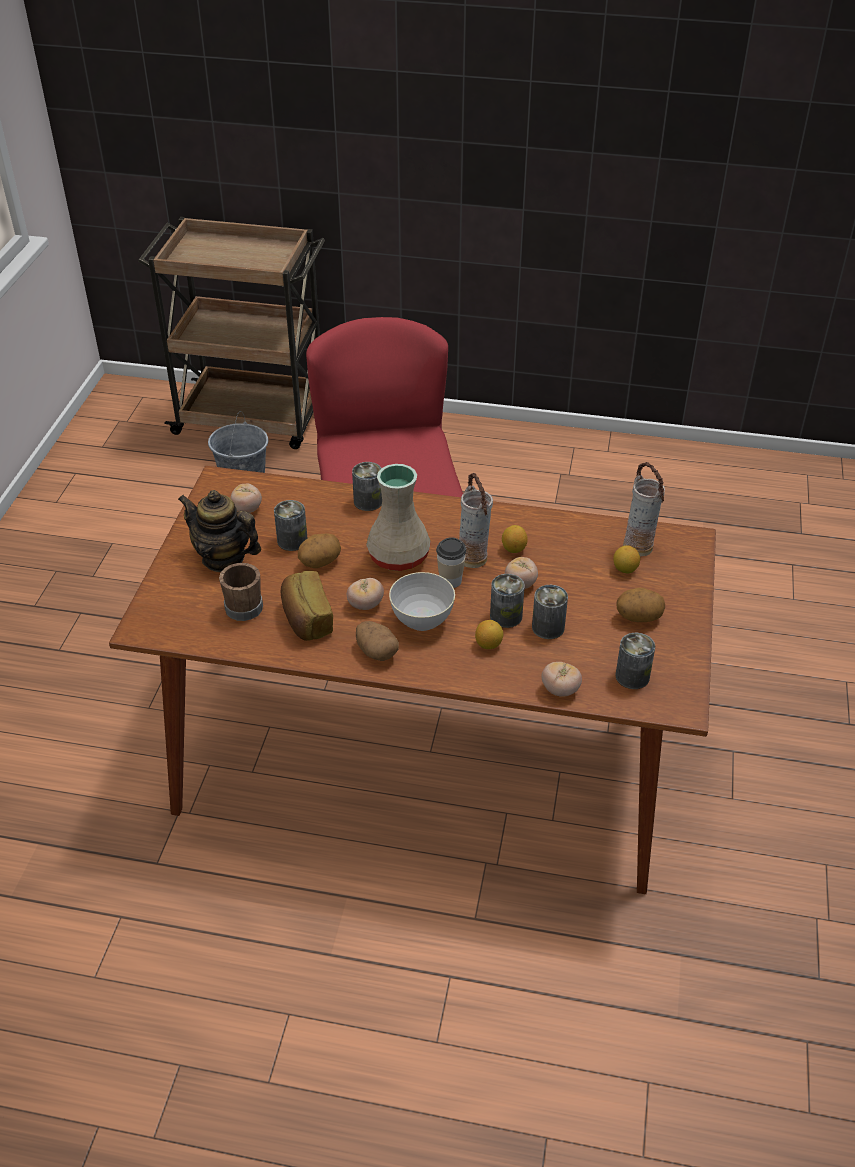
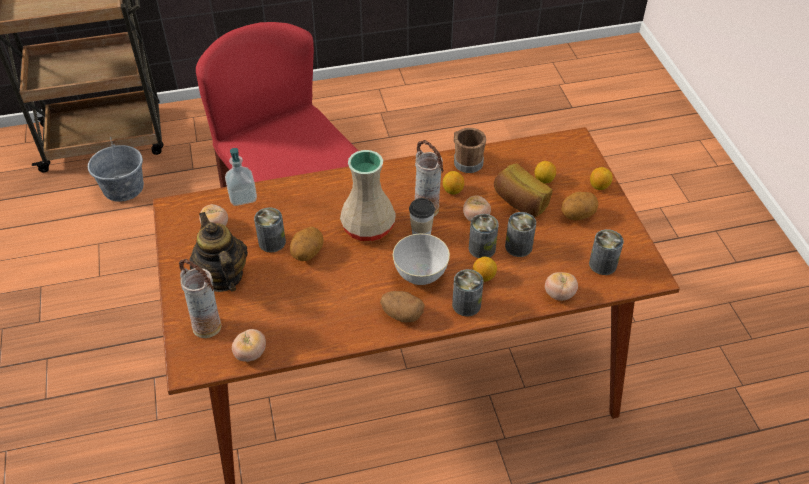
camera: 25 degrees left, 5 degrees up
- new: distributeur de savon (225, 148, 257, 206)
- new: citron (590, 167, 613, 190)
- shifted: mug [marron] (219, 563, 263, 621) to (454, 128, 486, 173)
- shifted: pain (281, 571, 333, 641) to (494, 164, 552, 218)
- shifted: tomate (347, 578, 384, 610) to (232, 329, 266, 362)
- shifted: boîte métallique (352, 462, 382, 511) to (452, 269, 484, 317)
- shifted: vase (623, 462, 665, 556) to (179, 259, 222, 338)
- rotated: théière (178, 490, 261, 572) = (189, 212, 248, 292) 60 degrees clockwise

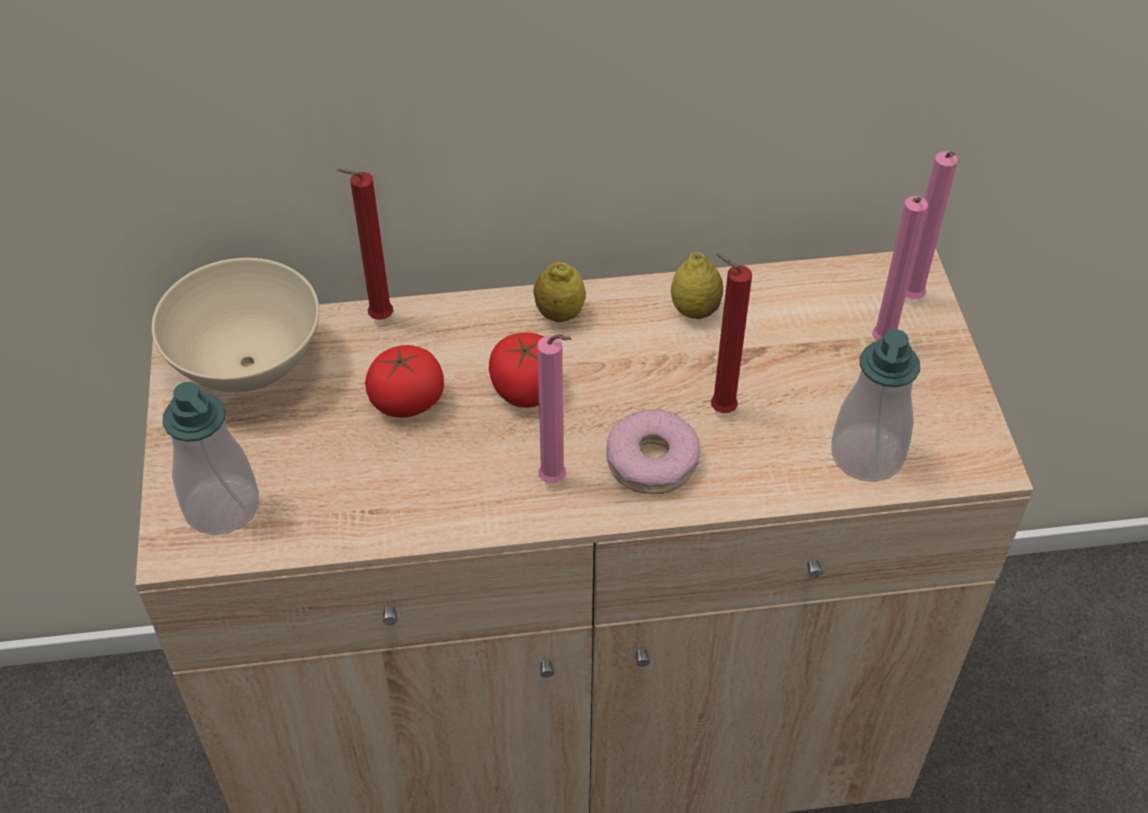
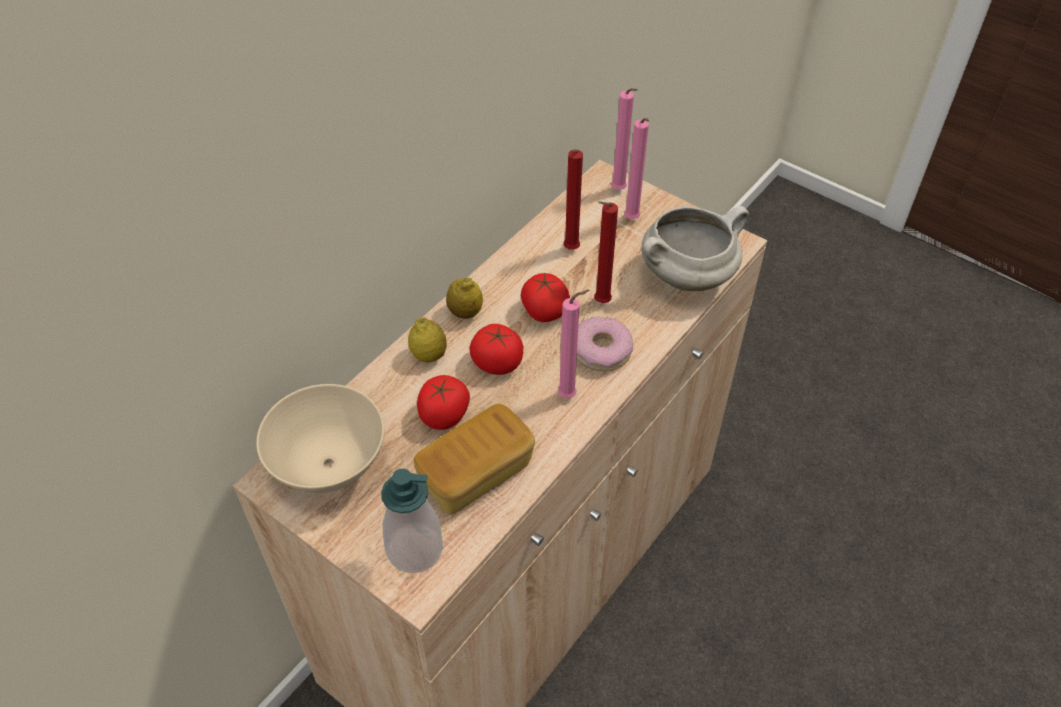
camera: 45 degrees left, 0 degrees up
- new: pain (414, 403, 535, 515)
- new: tomate (521, 273, 570, 322)
- shifted: bougie [rouge] (337, 168, 393, 320) to (563, 149, 583, 250)
- shifted: citron (671, 252, 723, 319) to (408, 317, 447, 362)
- swapped: distributeur de savon (831, 329, 920, 482) to marmite [blanc] (641, 206, 749, 291)

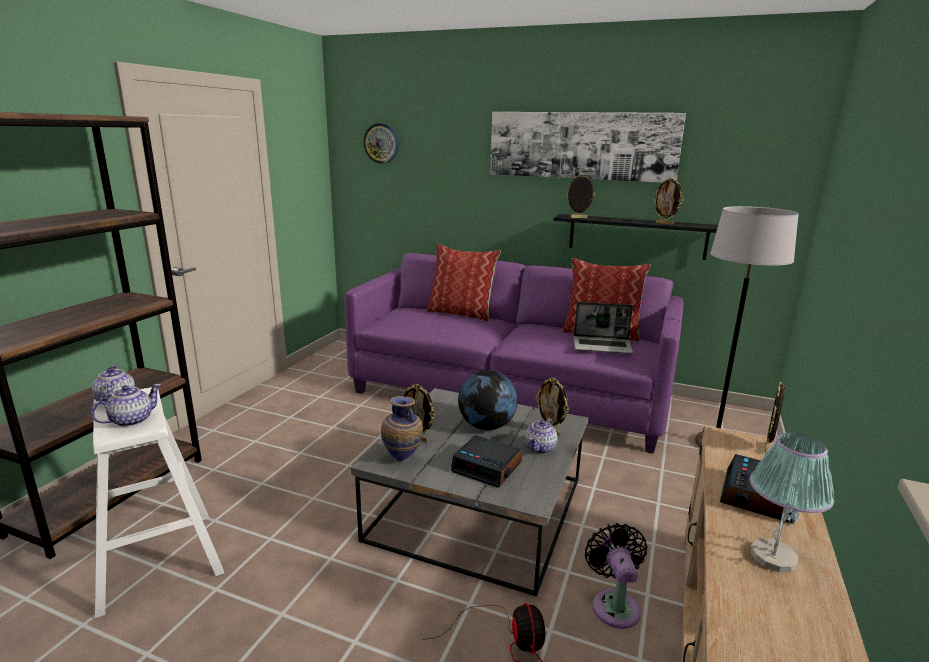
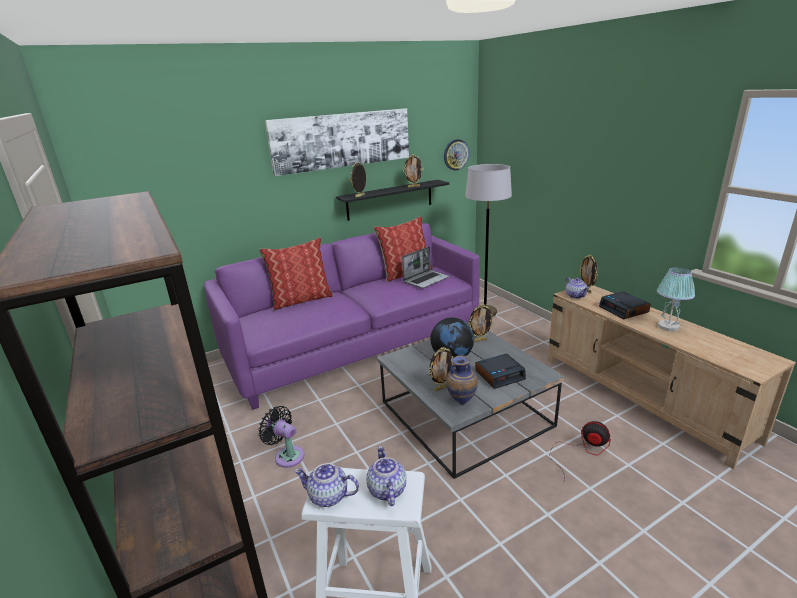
camera: 50 degrees left, 5 degrees up
- shifted: horloge murale (363, 123, 398, 164) to (444, 139, 469, 171)
- shifted: théière (525, 418, 557, 454) to (565, 277, 589, 299)
- shifted: ventilateur [noir] (585, 523, 647, 629) to (258, 406, 304, 468)

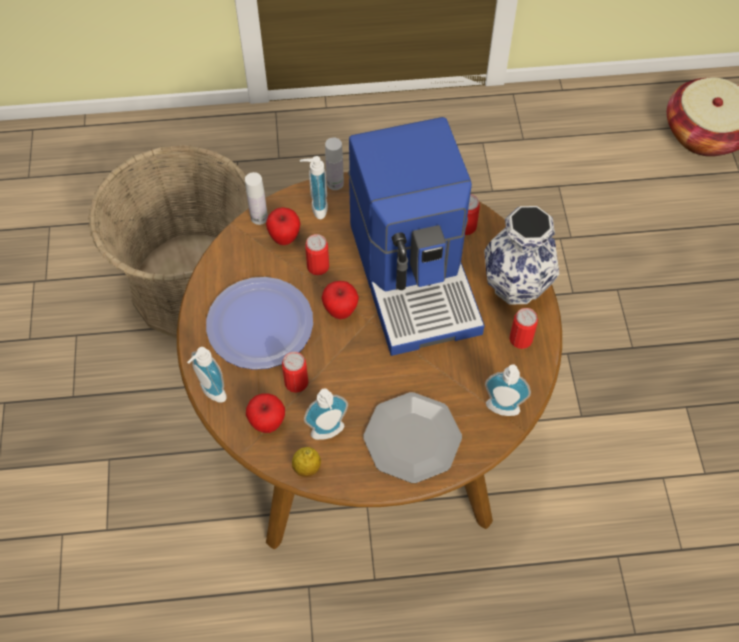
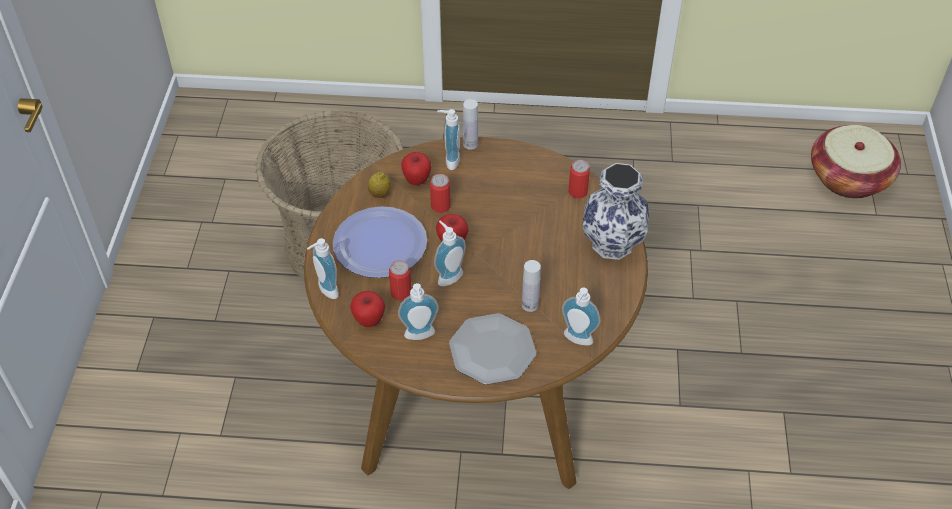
camera: 10 degrees right, 10 degrees down
- gone: machine à café (348, 117, 485, 356)
- gone: boîte métallique (509, 308, 538, 349)
- new: distributeur de savon (434, 221, 466, 286)
- shifted: bouteille [blanc] (245, 172, 268, 225) to (522, 260, 541, 312)
- shifted: citron (292, 447, 321, 477) to (368, 171, 391, 198)

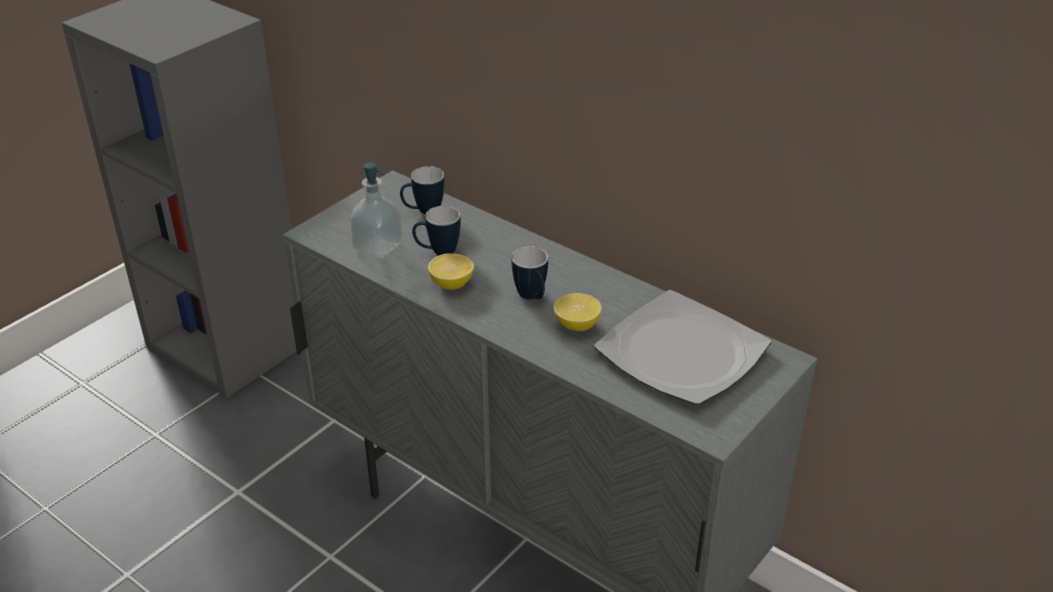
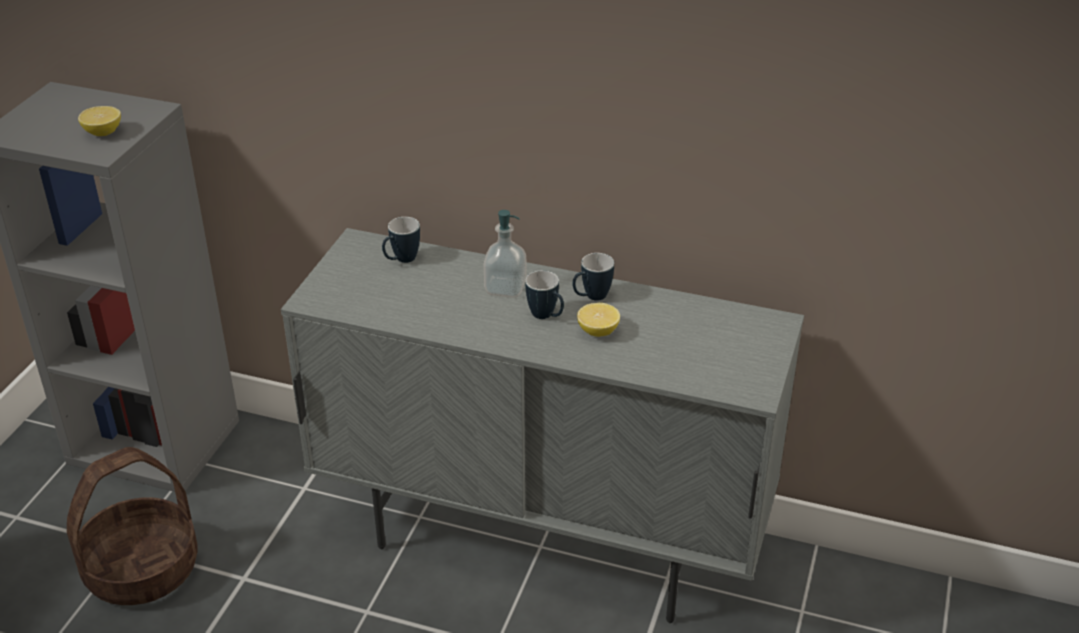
camera: 20 degrees left, 0 degrees up
- gone: assiette (594, 290, 771, 405)
- new: panier (67, 447, 197, 605)
- shifted: distributeur de savon (350, 162, 402, 258) to (484, 210, 527, 298)
- shifted: mug (412, 206, 461, 255) to (572, 253, 614, 301)
- shifted: citron (428, 253, 474, 290) to (78, 106, 121, 136)

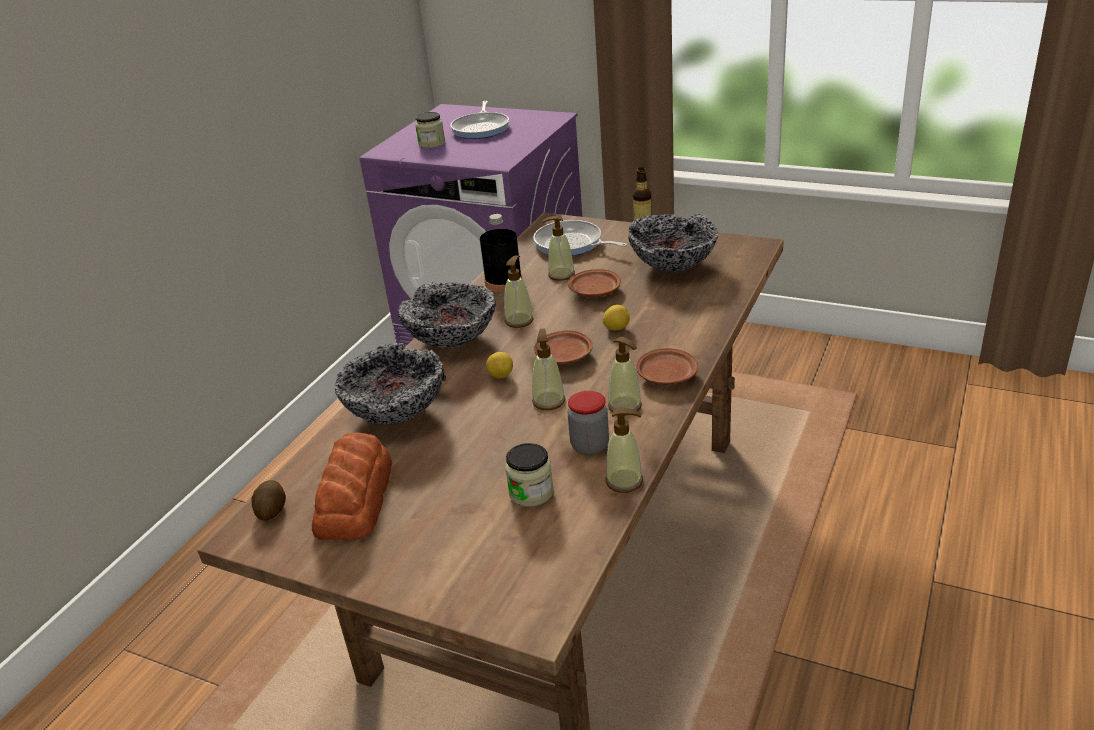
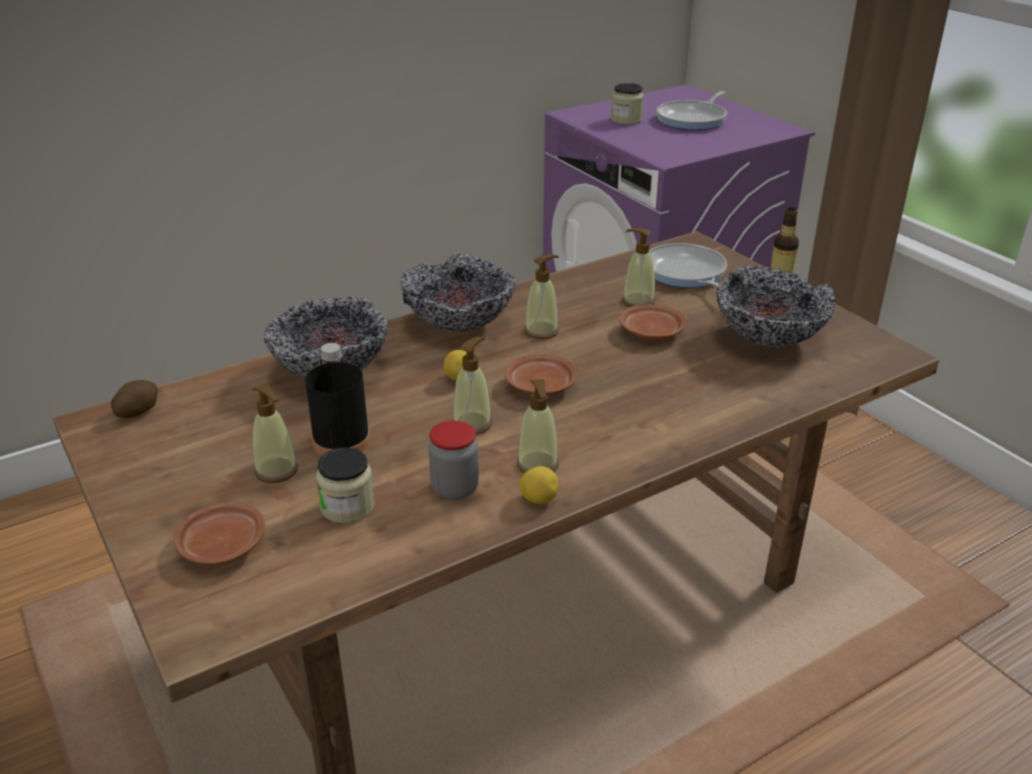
camera: 30 degrees right, 0 degrees up
- gone: pain (312, 433, 392, 540)
- shifted: bouteille [noir] (480, 214, 522, 292) to (305, 343, 370, 456)
- shifted: citron (603, 305, 630, 331) to (519, 466, 559, 504)
- shifted: distributeur de savon (606, 407, 643, 493) to (252, 384, 298, 483)
- shifted: assiette [marron] (636, 348, 698, 385) to (173, 502, 265, 565)

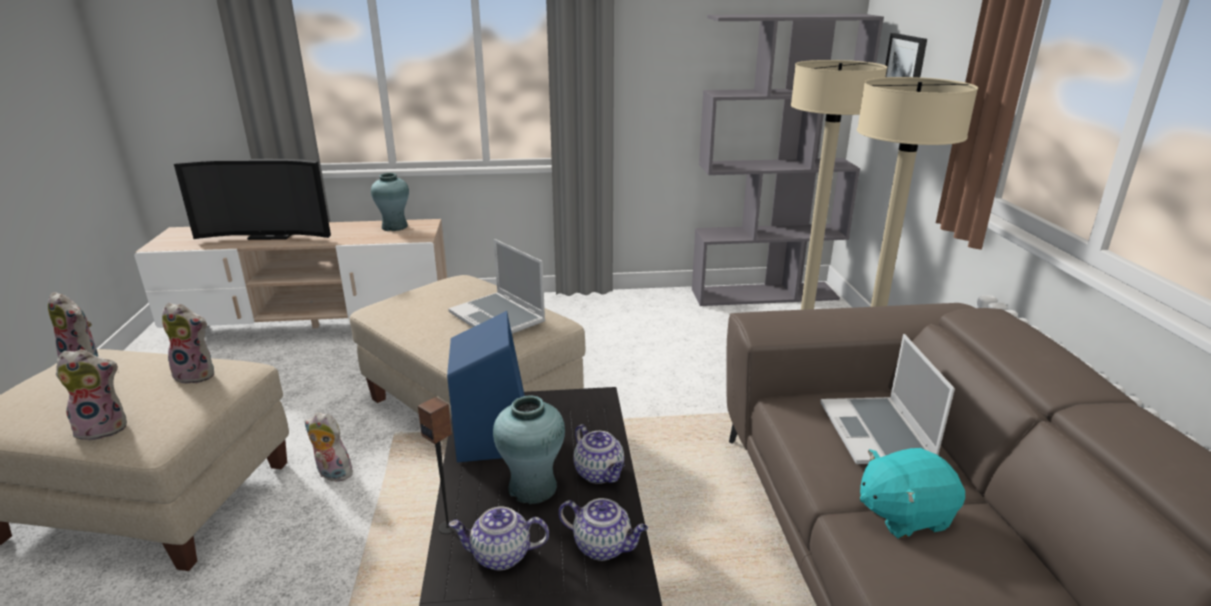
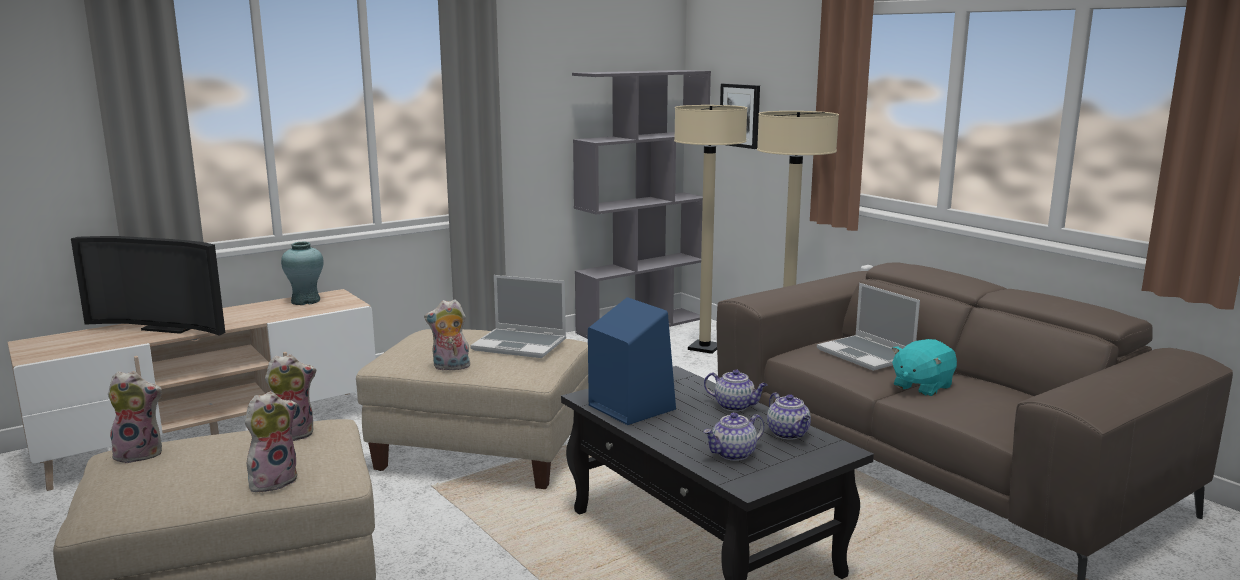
camera: 30 degrees left, 10 degrees down
- gone: enceinte (418, 397, 456, 534)
- gone: vase [turquoise] (493, 395, 565, 504)
- shifted: peluche (305, 412, 353, 482) to (424, 299, 470, 371)
- rotated: téléviseur (174, 159, 331, 240) = (71, 236, 225, 336) 45 degrees clockwise
- rotated: théière (559, 498, 648, 561) = (767, 392, 811, 440) 75 degrees clockwise

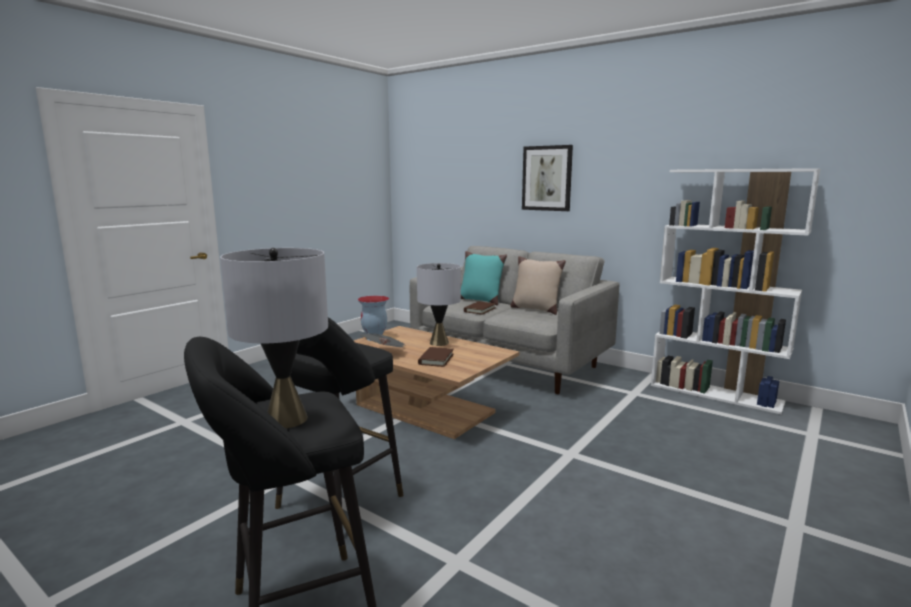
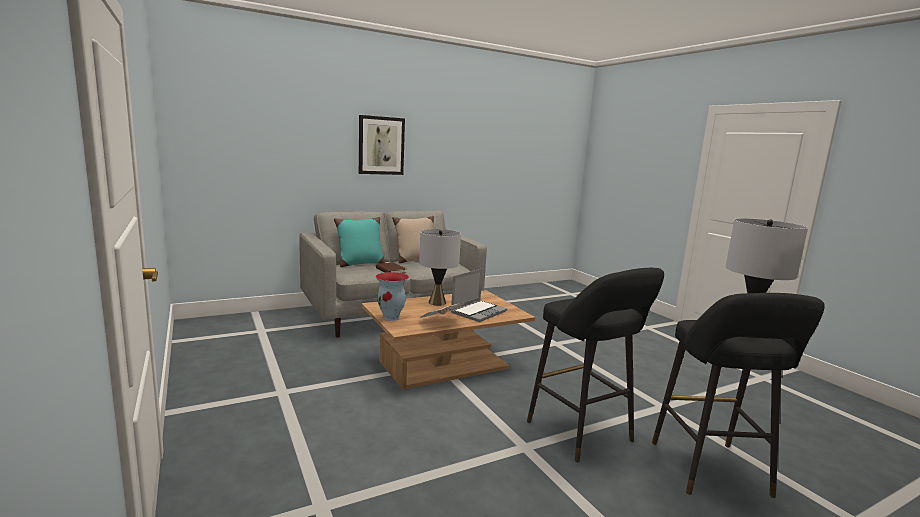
camera: 65 degrees left, 0 degrees up
- gone: bibliothèque [blanc] (651, 168, 821, 414)
- swapped: livre [marron] (418, 347, 454, 367) to ordinateur portable (451, 268, 507, 322)

